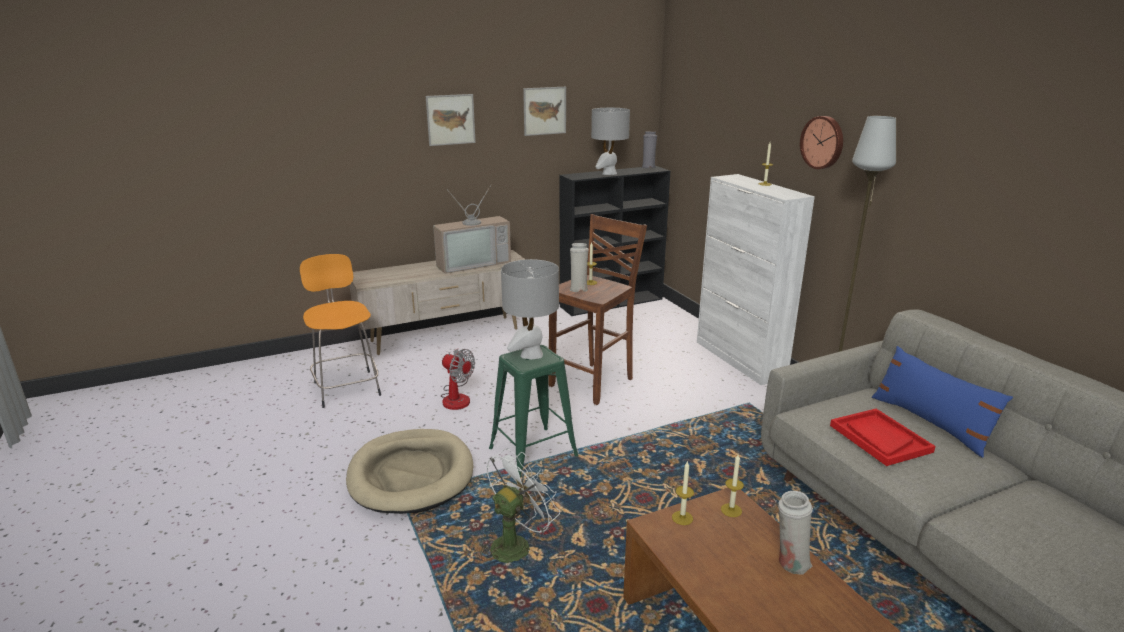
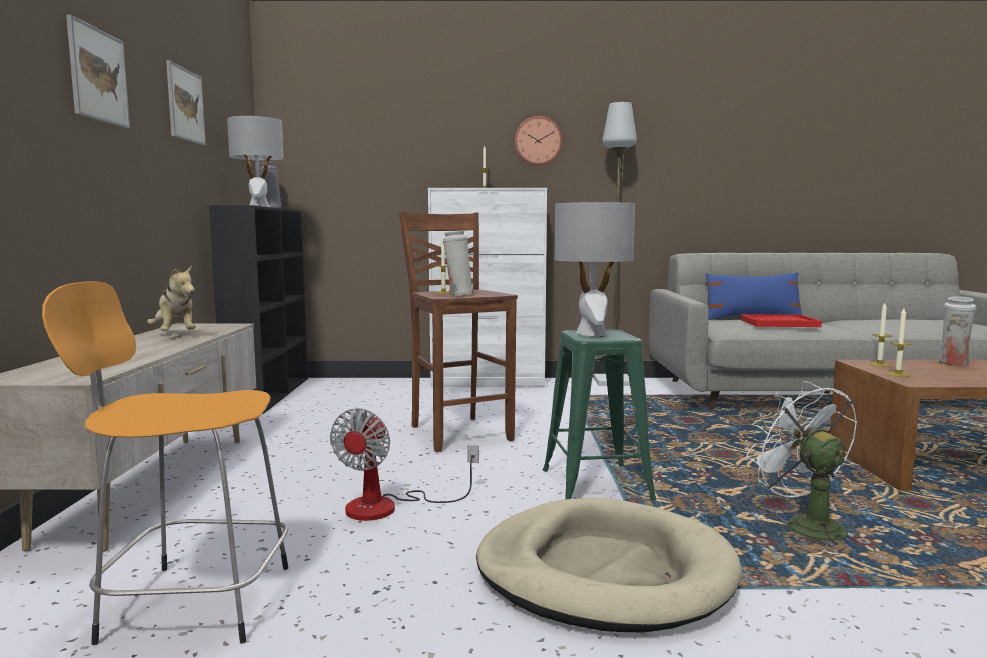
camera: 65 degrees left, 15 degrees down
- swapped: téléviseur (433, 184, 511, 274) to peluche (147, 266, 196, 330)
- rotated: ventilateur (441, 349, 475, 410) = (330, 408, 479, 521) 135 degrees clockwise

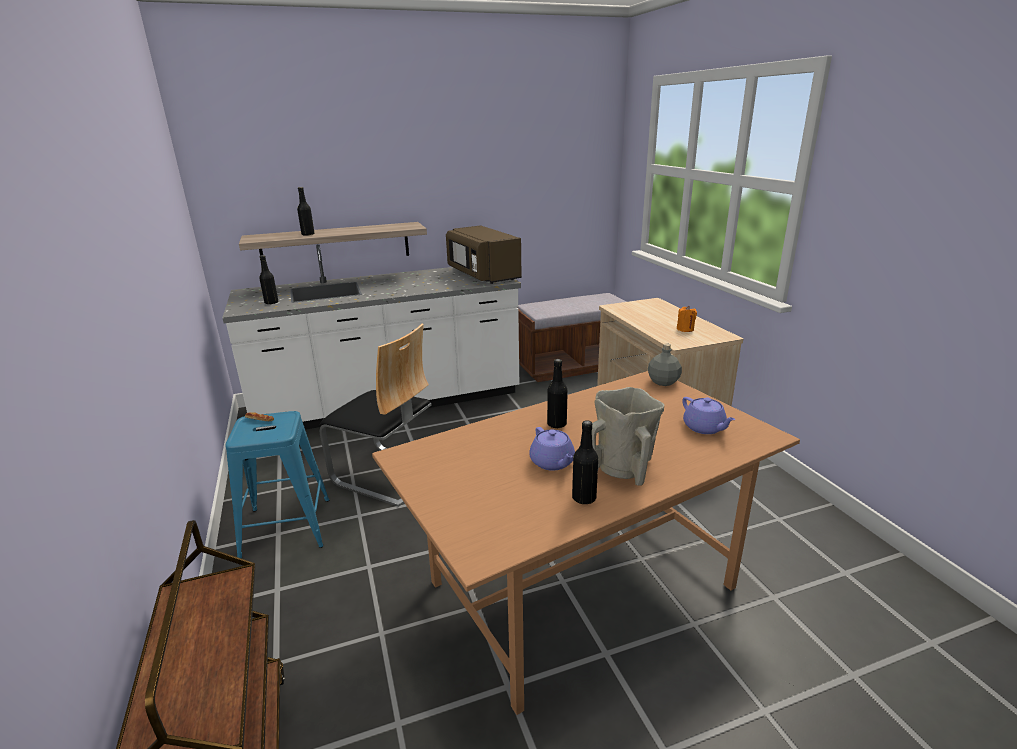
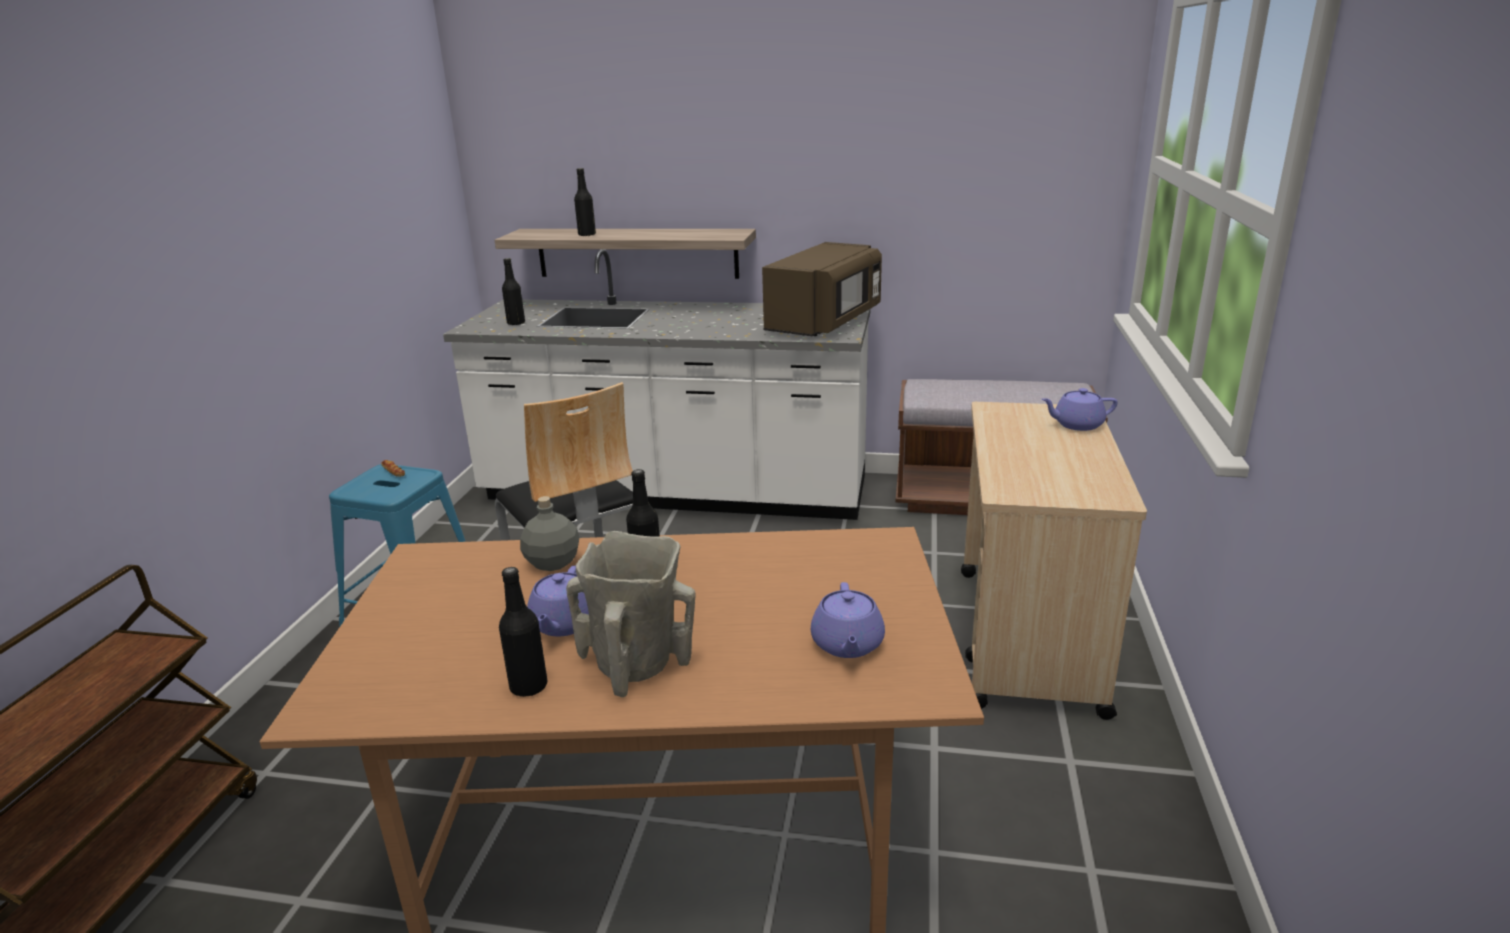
camera: 30 degrees right, 0 degrees up
- gone: bougie [orange] (677, 306, 697, 332)
- new: théière [violet] (1042, 388, 1118, 431)
- shifted: bouteille [gris] (648, 343, 682, 386) to (520, 496, 579, 571)
- rotated: micro-ondes [marron] (446, 225, 522, 284) = (762, 242, 882, 336) 150 degrees counterclockwise

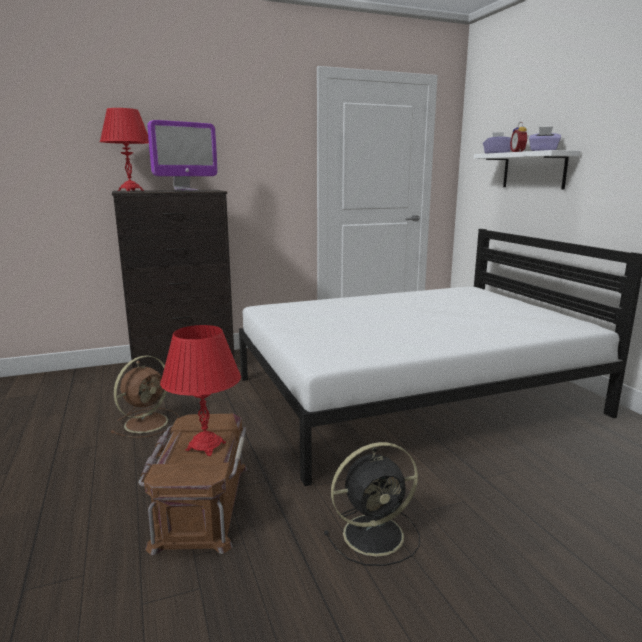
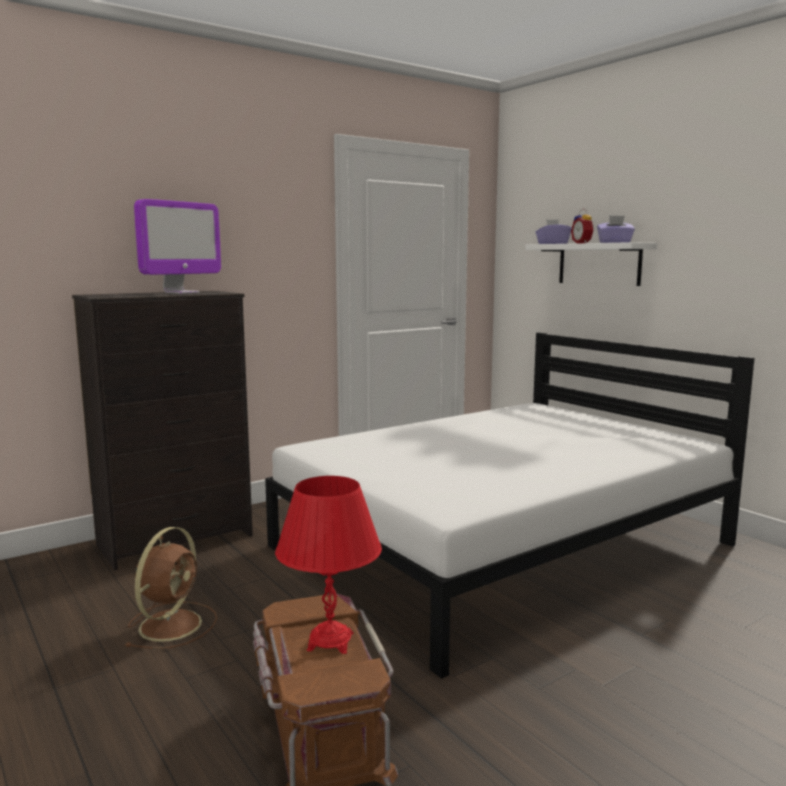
camera: 15 degrees left, 5 degrees down
- gone: lampe de table [rouge] (100, 108, 149, 191)
- gone: ventilateur [noir] (324, 442, 420, 566)

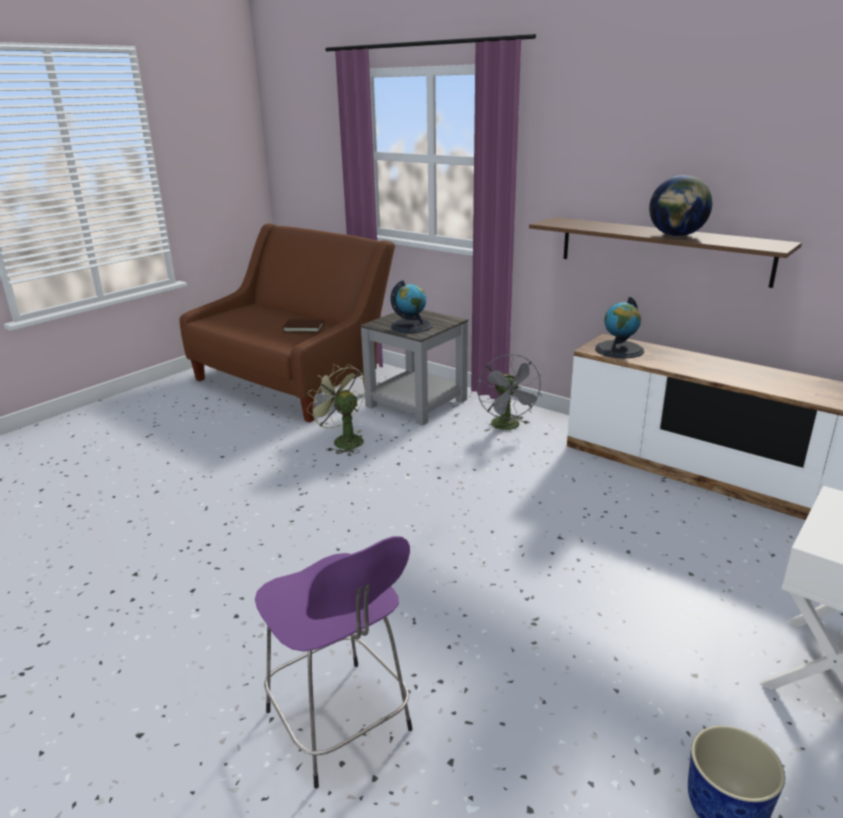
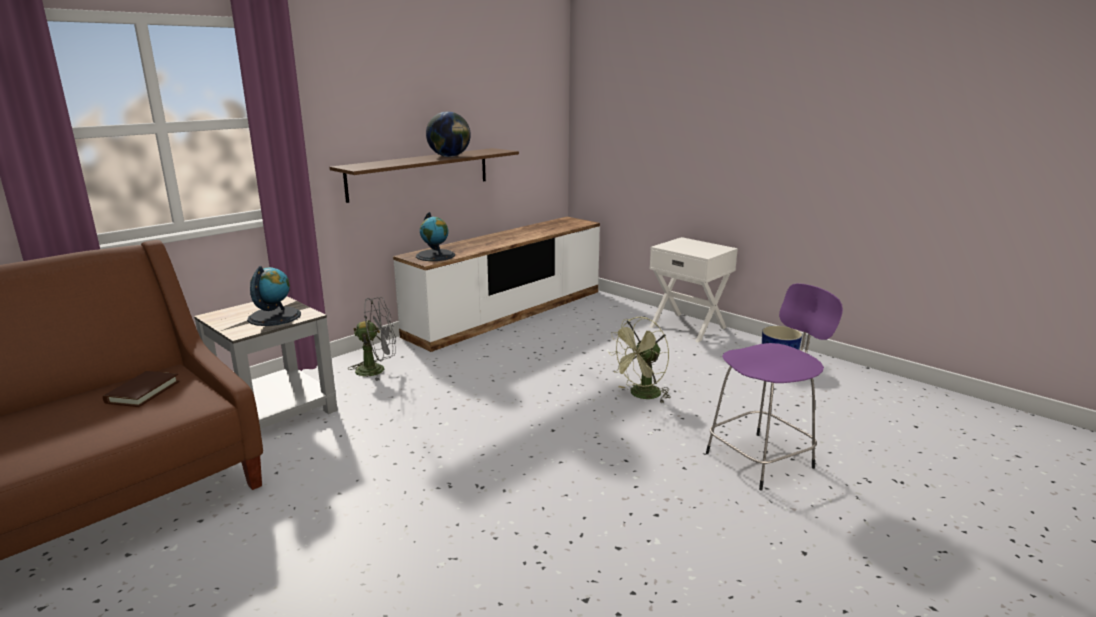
camera: 85 degrees left, 5 degrees down
- shifted: ventilateur [vert] (307, 364, 366, 454) to (608, 317, 671, 403)

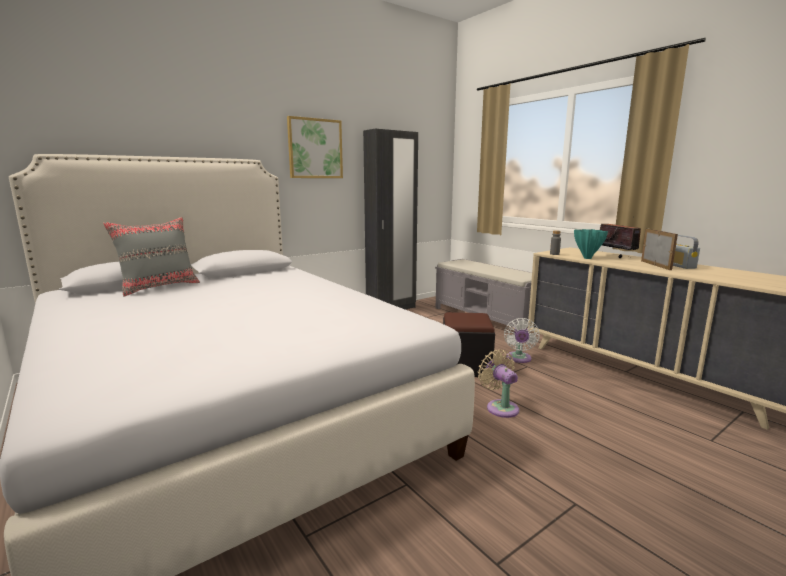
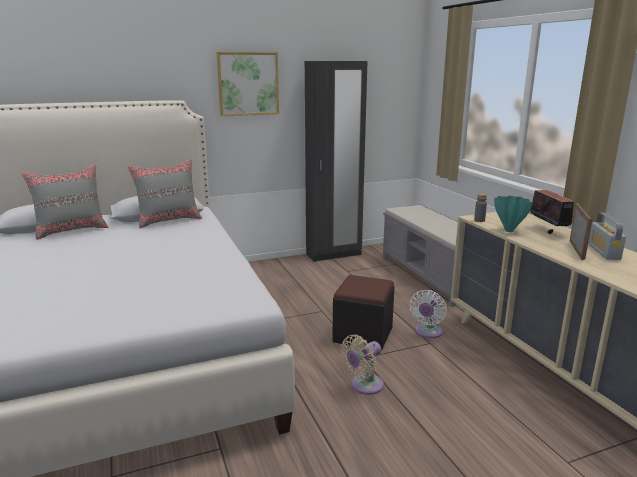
camera: 15 degrees right, 5 degrees up
- new: coussin [gris] (128, 159, 202, 228)
- rotated: ventilateur [beige] (478, 350, 519, 418) = (341, 335, 384, 395) 120 degrees counterclockwise

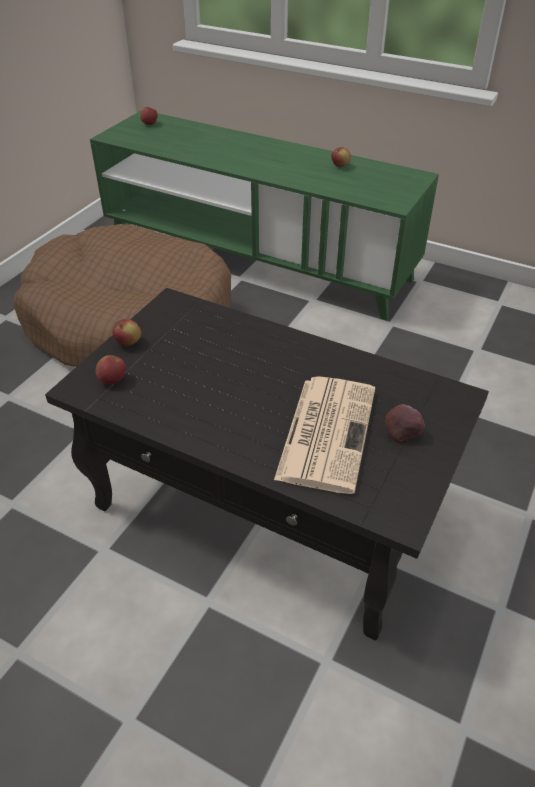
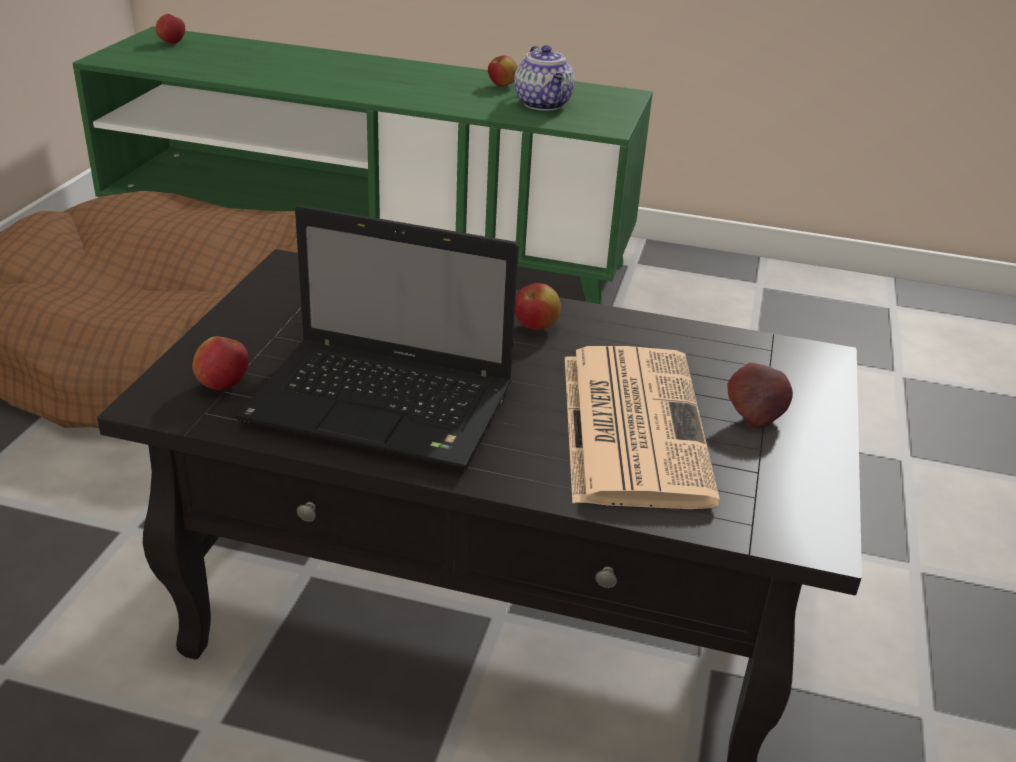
camera: 15 degrees left, 10 degrees down
- new: ordinateur portable (236, 205, 519, 470)
- new: théière (514, 45, 575, 111)
- shifted: pomme (112, 319, 141, 346) to (515, 283, 561, 330)

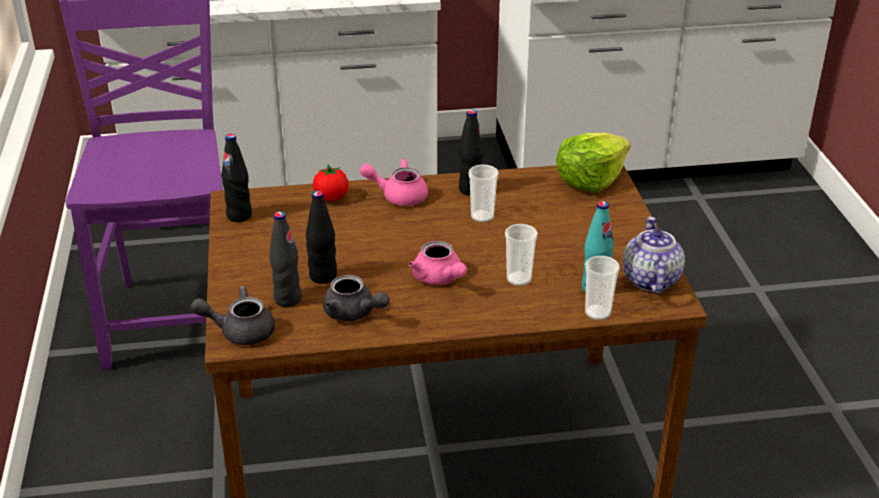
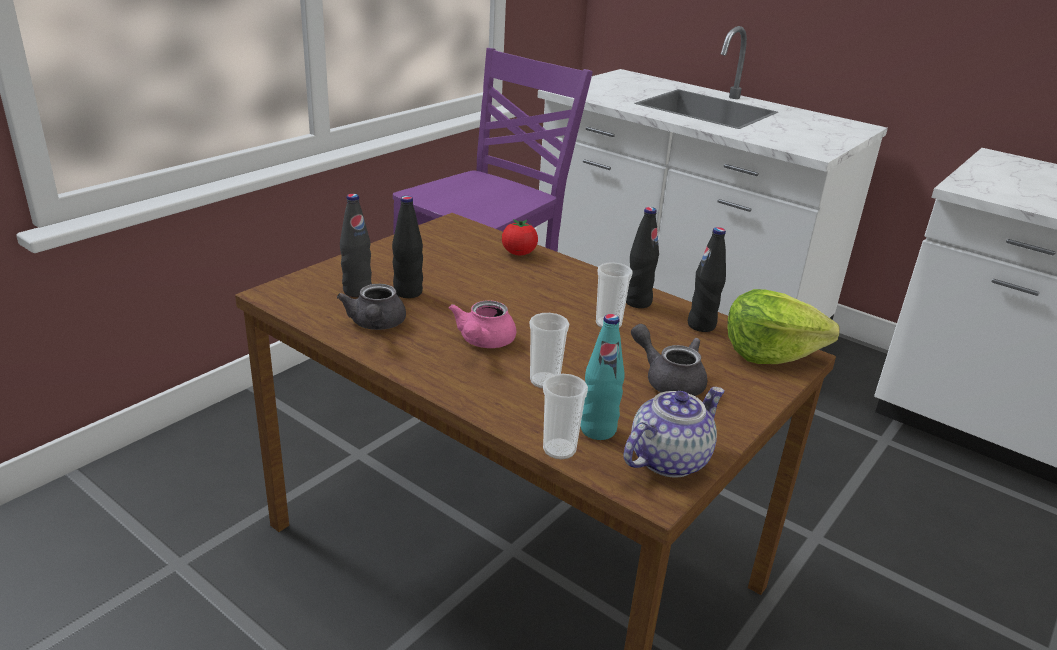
camera: 45 degrees right, 5 degrees down
- gone: théière [rose] (360, 159, 428, 206)
- shifted: théière [gris] (191, 286, 275, 345) to (631, 324, 707, 396)
- shifted: bouteille [noir] (221, 134, 252, 222) to (688, 227, 726, 332)

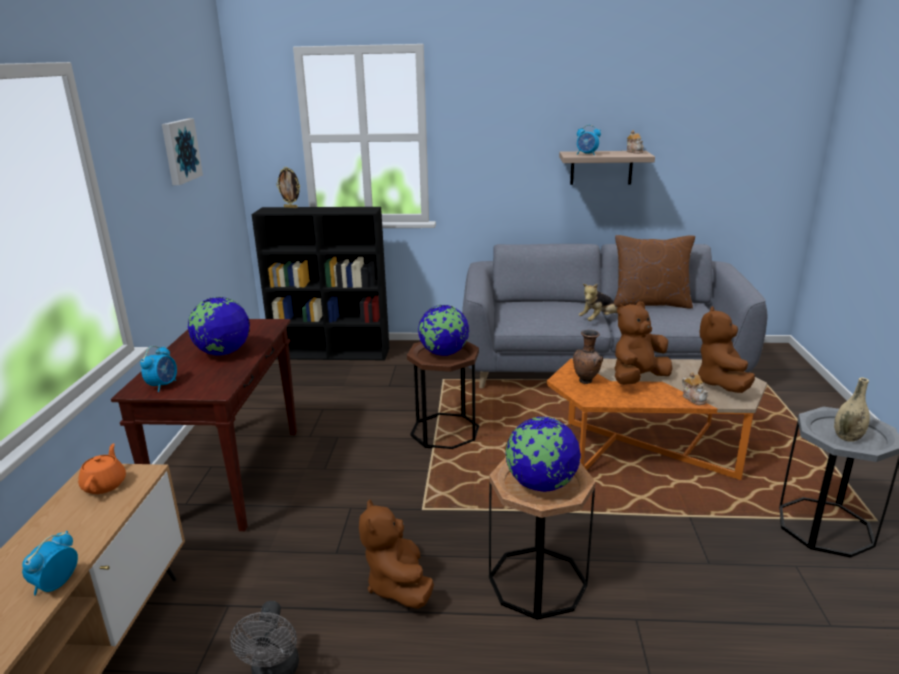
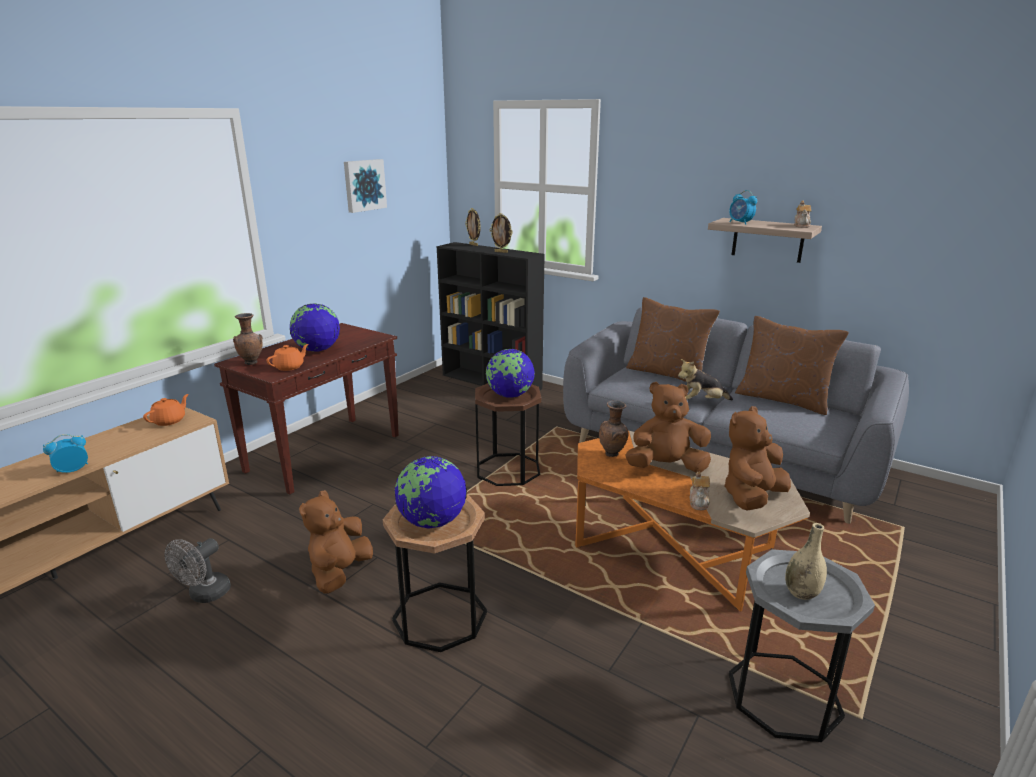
camera: 30 degrees right, 0 degrees up
- new: théière [orange] (266, 344, 309, 371)
- new: cadre photo (490, 213, 513, 253)
- new: coussin [marron] (626, 297, 720, 382)
- swapped: réveil (140, 346, 177, 392) to vase [marron] (233, 313, 262, 365)

